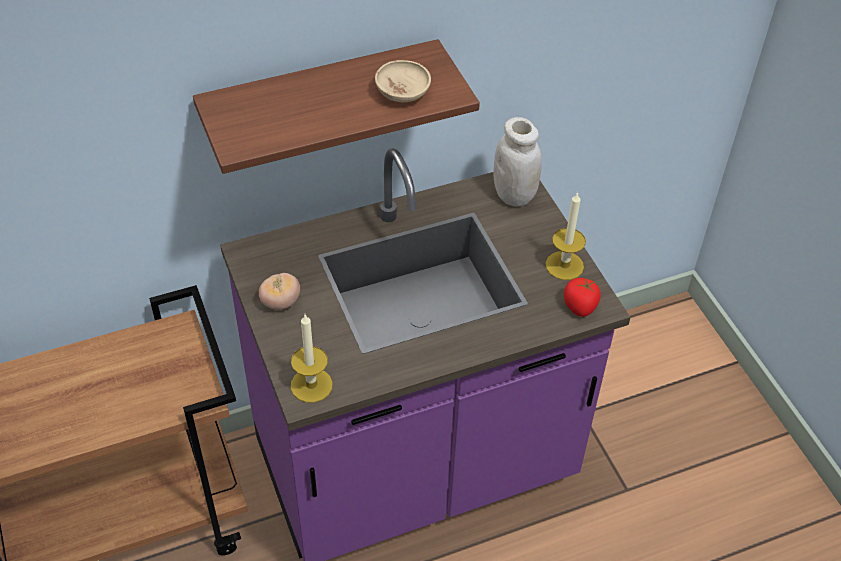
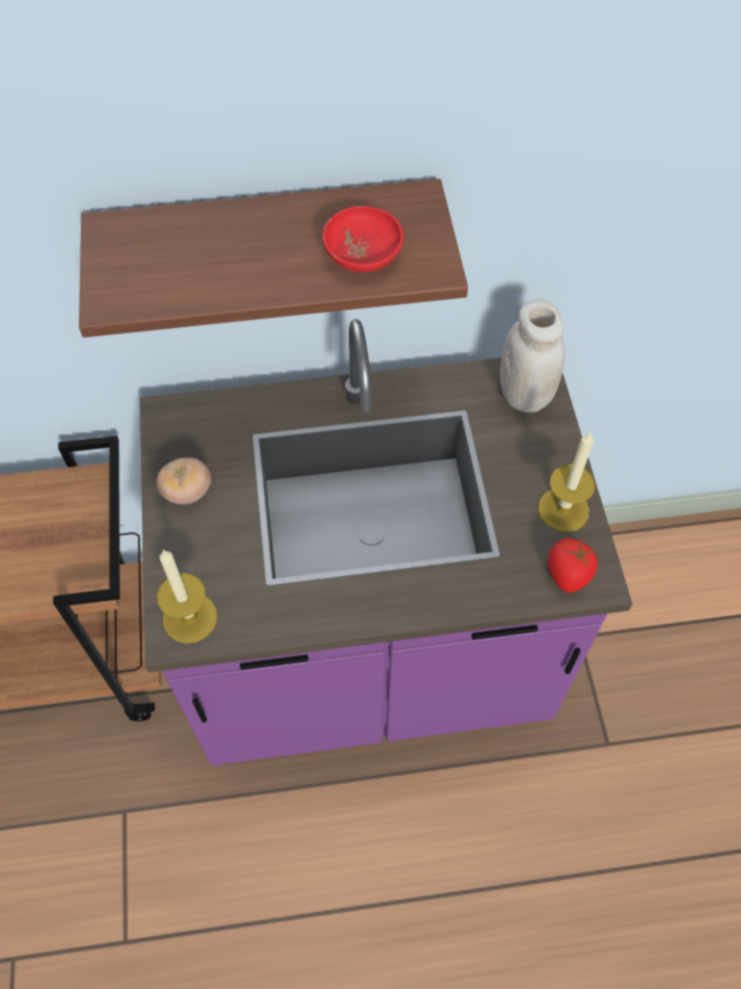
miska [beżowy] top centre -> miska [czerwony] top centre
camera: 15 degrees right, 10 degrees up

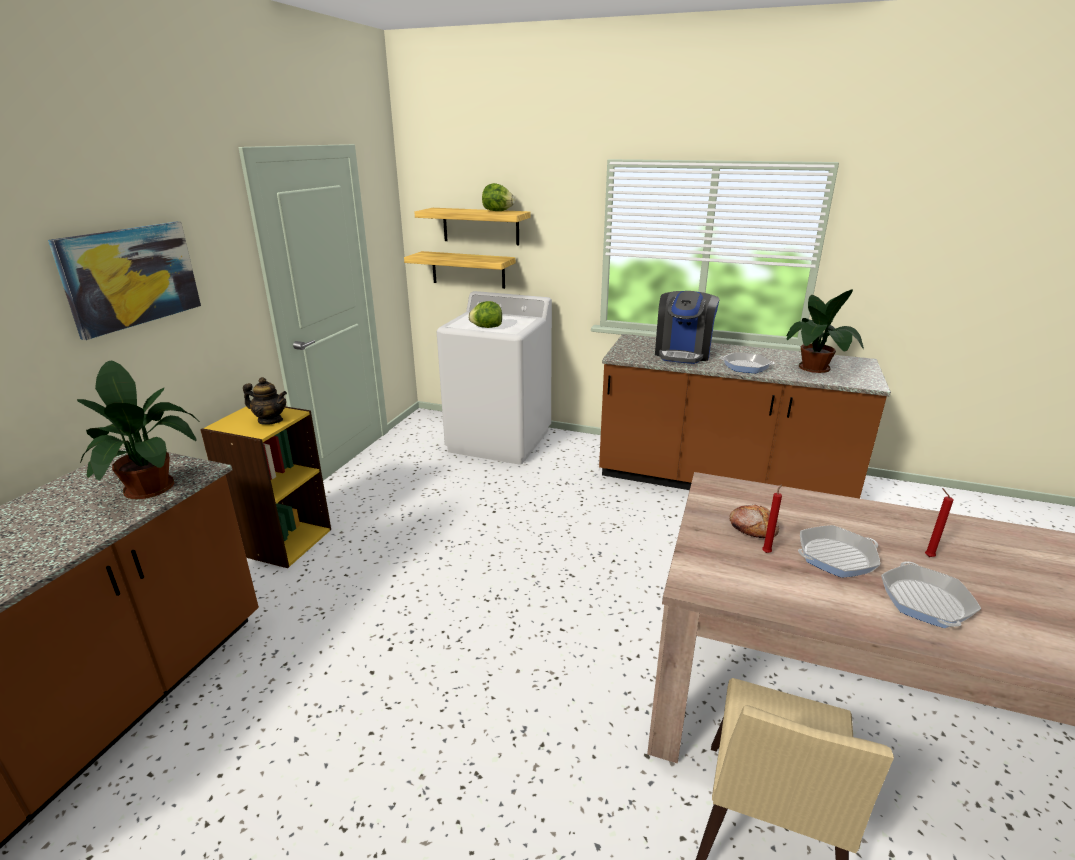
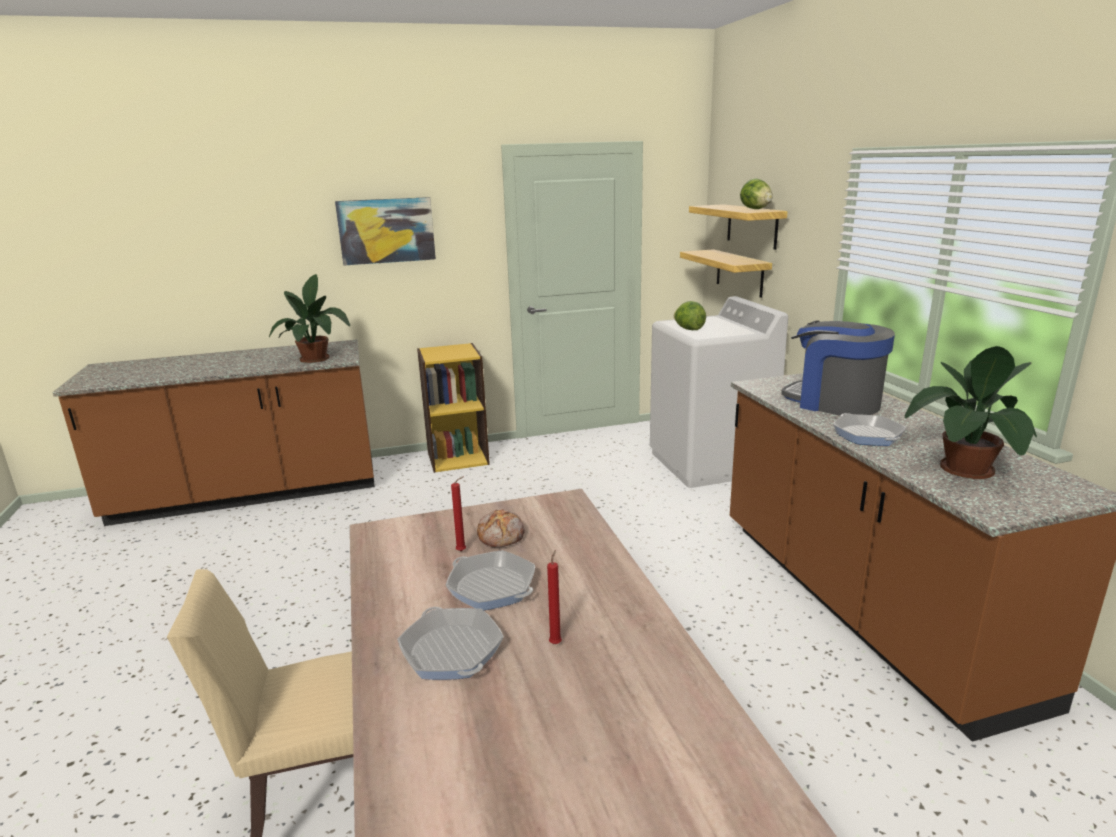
ekspres do kawy centre -> ekspres do kawy middle right, 60 degrees clockwise
imbryk middle left -> none
patelnia (3rd from left in the first image) bottom right -> patelnia (1st from left) bottom centre, 90 degrees clockwise
camera: 55 degrees right, 5 degrees down

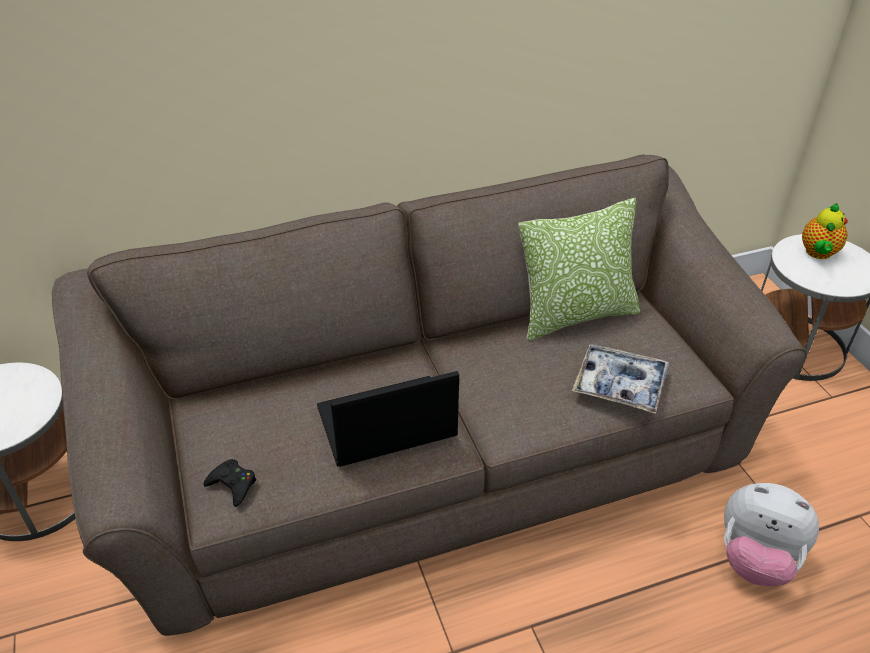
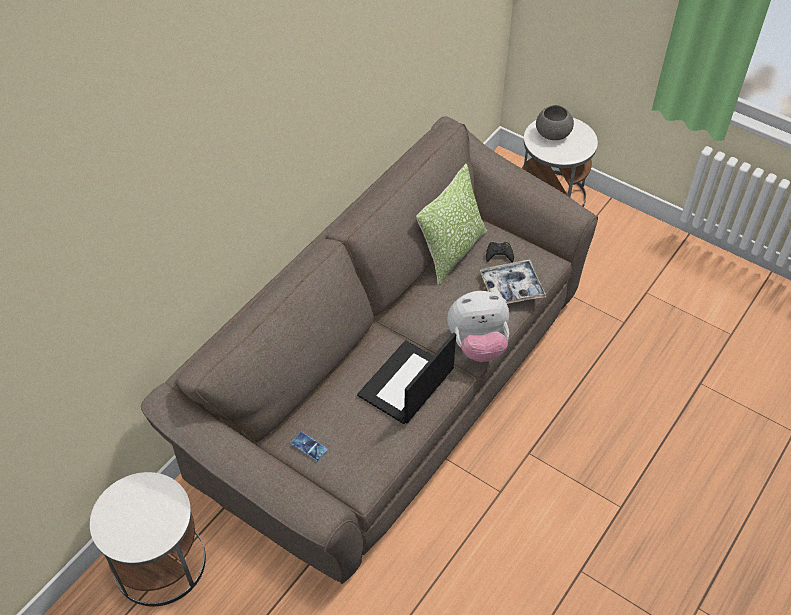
imbryk middle right -> miska [szary] top right
pad do gier [czarny] bottom left -> pad do gier [czarny] centre, moved
pluszak bottom right -> pluszak centre, moved
none -> telefon bottom centre
camera: 35 degrees left, 10 degrees up

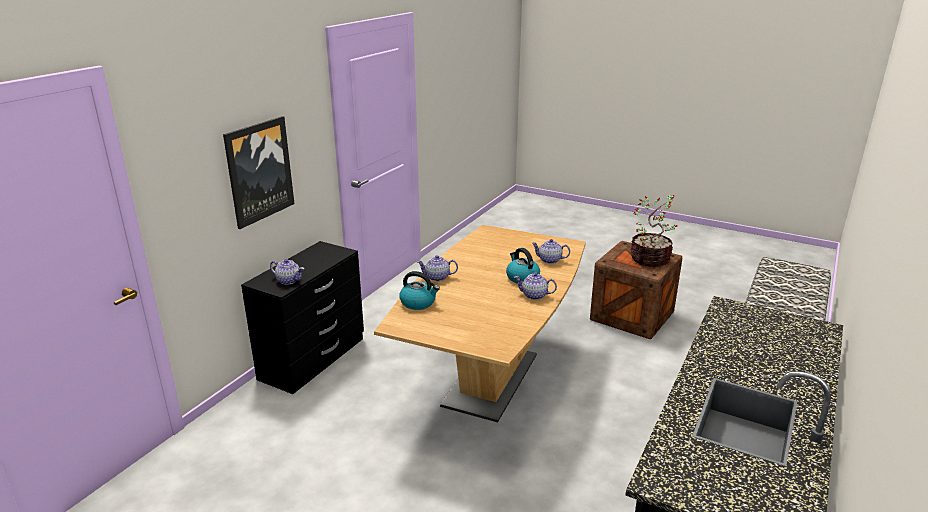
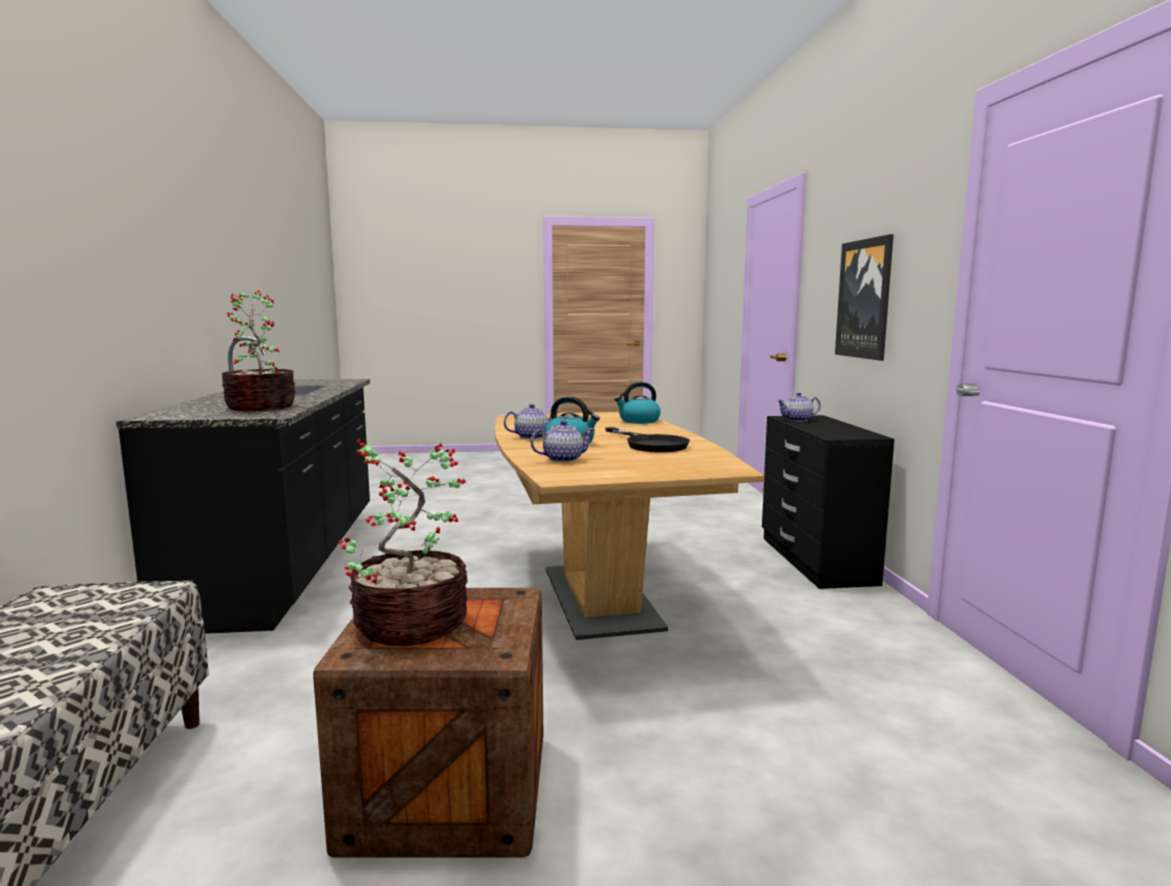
imbryk (2nd from left) centre -> none
none -> roślina doniczkowa (1st from left) middle left
none -> patelnia [czarny] centre
camera: 145 degrees right, 15 degrees down

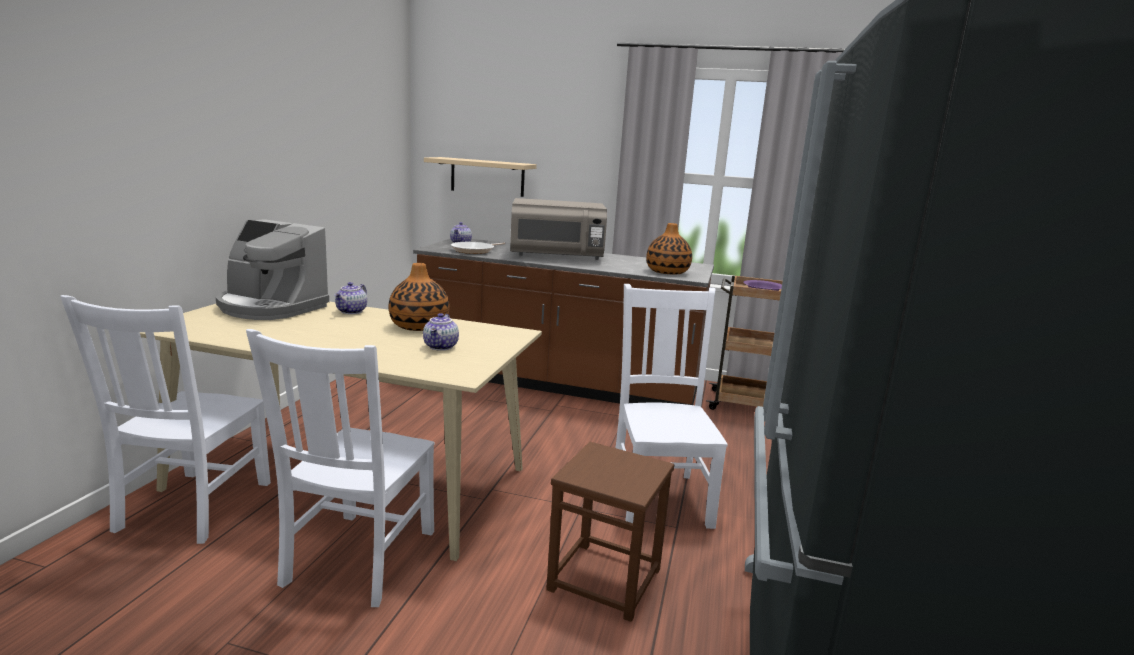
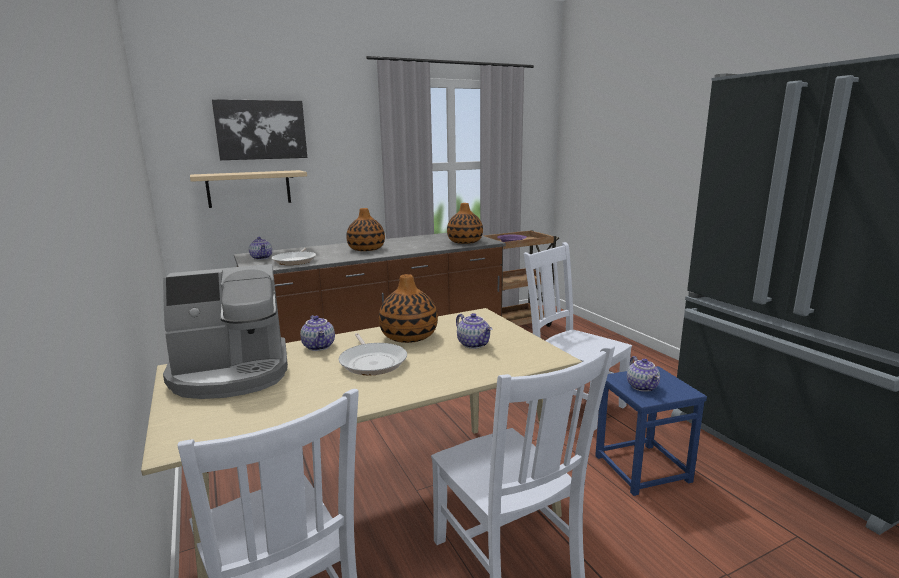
mikrofalówka [szary] centre -> wazon (1st from left) centre
stołek [brązowy] bottom centre -> stołek [niebieski] bottom right
none -> obraz top left
none -> patelnia (2nd from left) centre
none -> imbryk (4th from left) middle right
camera: 40 degrees left, 0 degrees up

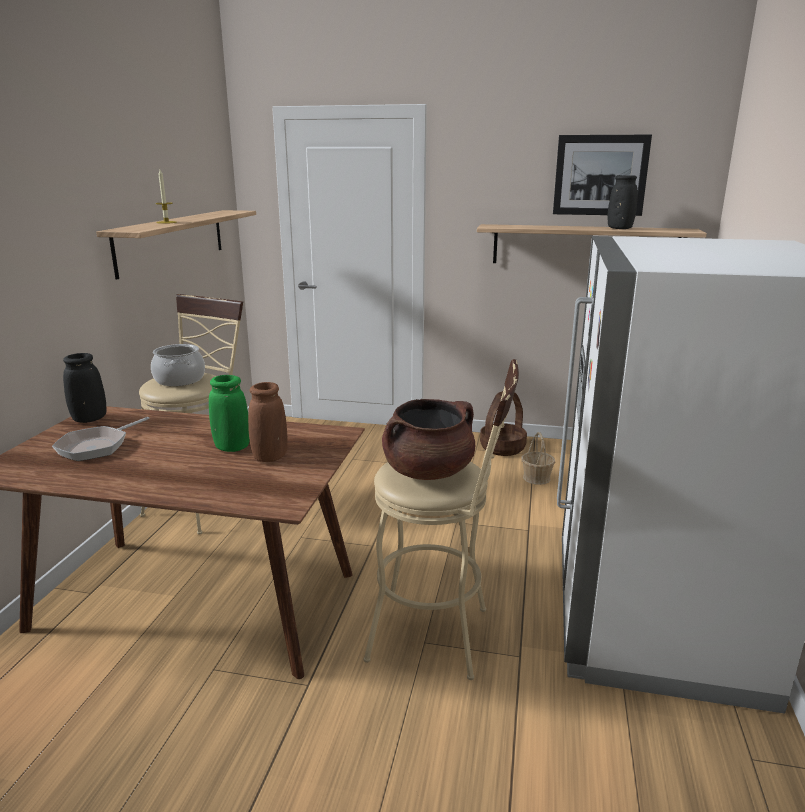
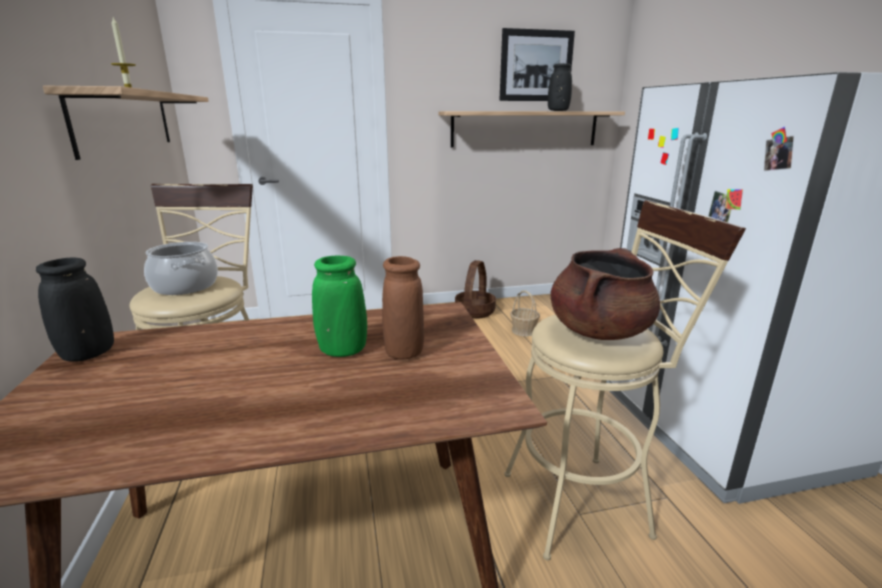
patelnia middle left -> none
camera: 25 degrees left, 0 degrees up

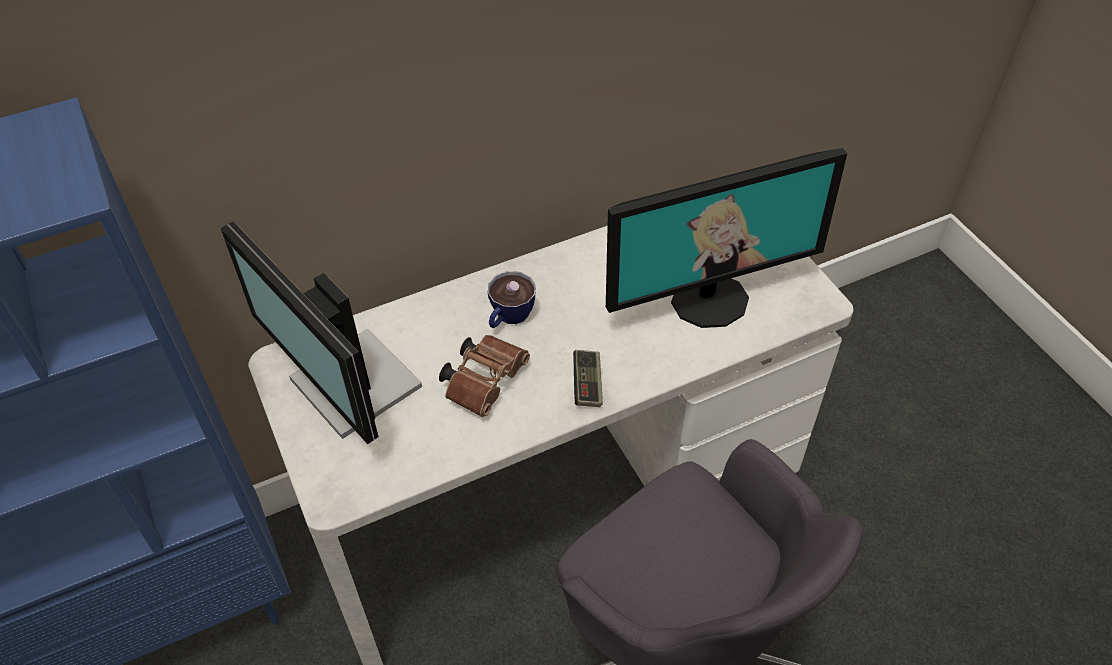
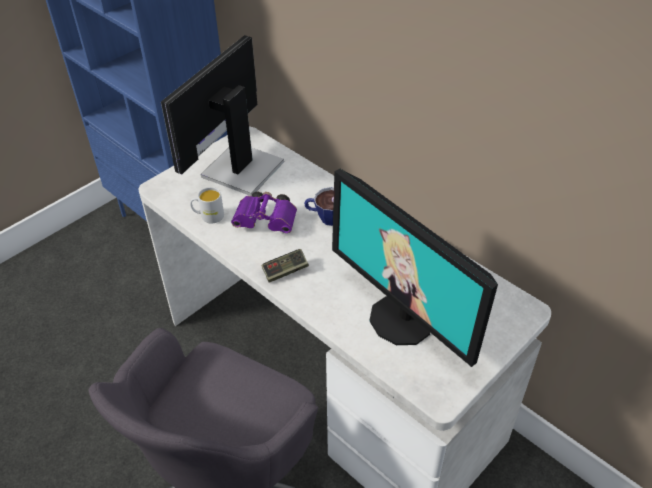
lornetka [brązowy] centre -> lornetka [fioletowy] centre
none -> kubek [biały] middle left
camera: 70 degrees right, 5 degrees down

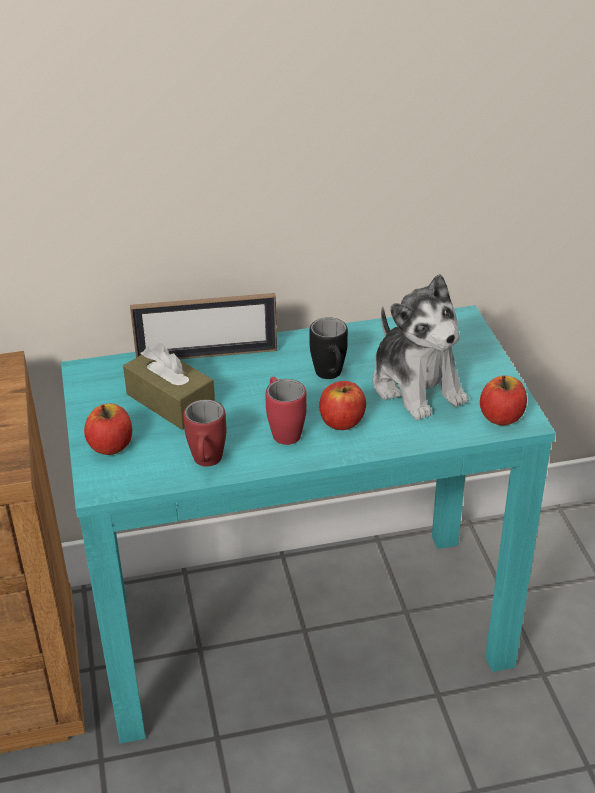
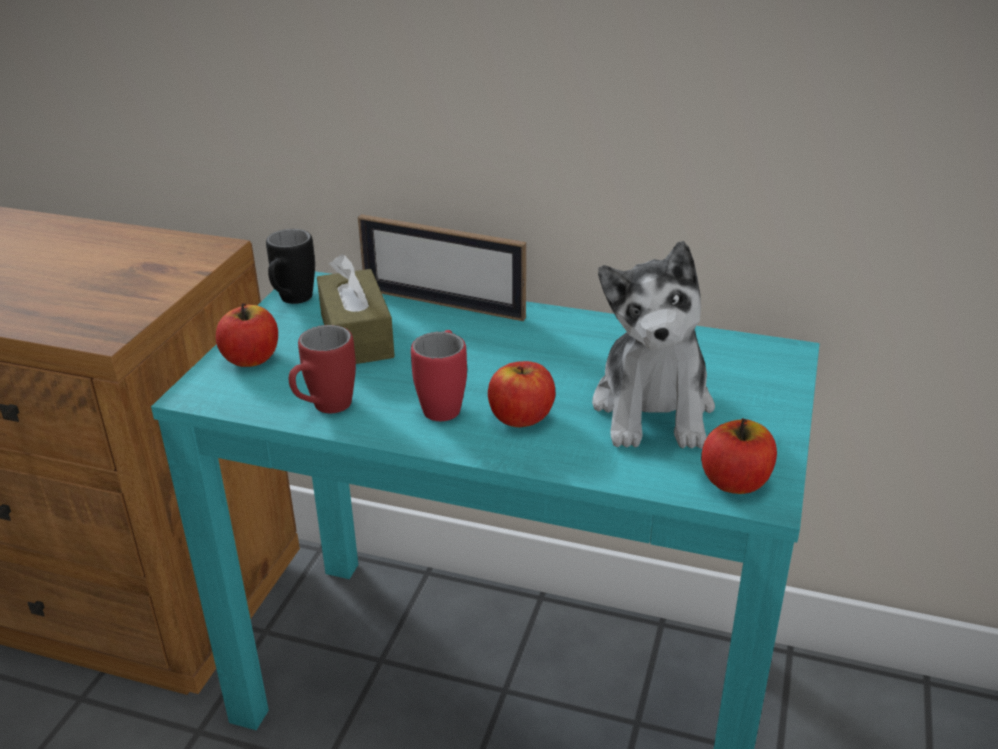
kubek [czarny] centre -> kubek [czarny] middle left, moved
camera: 30 degrees right, 5 degrees down

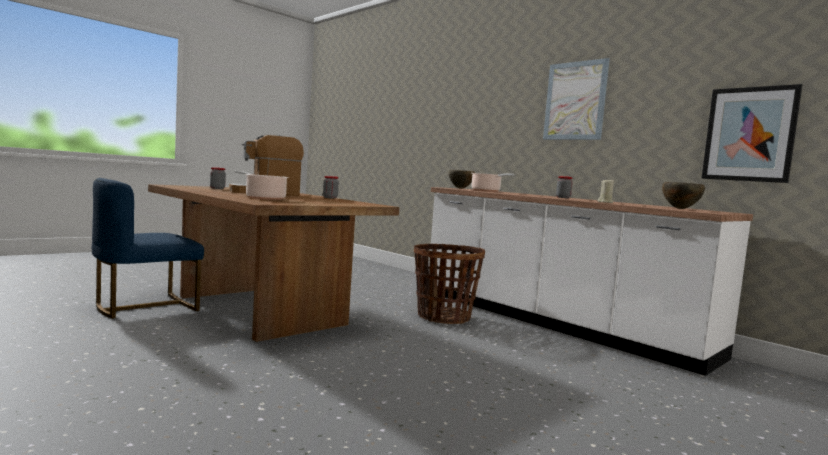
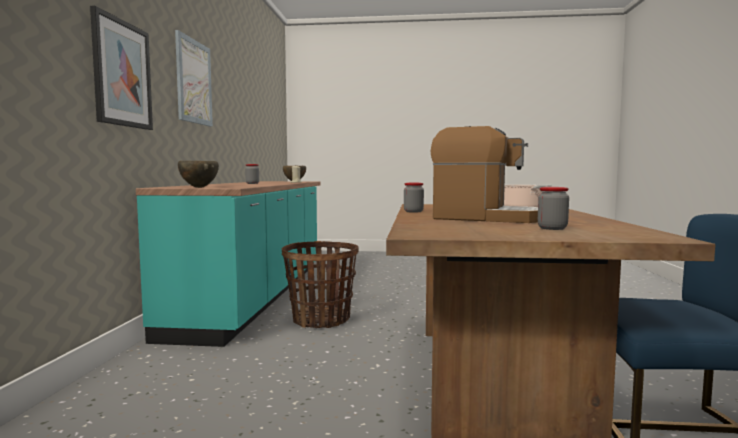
obraz (2nd from left in the first image) top right -> obraz (1st from left) top left, moved
garnek (2nd from left) centre -> none
zabudowa kuchenna [biały] middle right -> zabudowa kuchenna [turkusowy] middle left
camera: 130 degrees left, 0 degrees up

